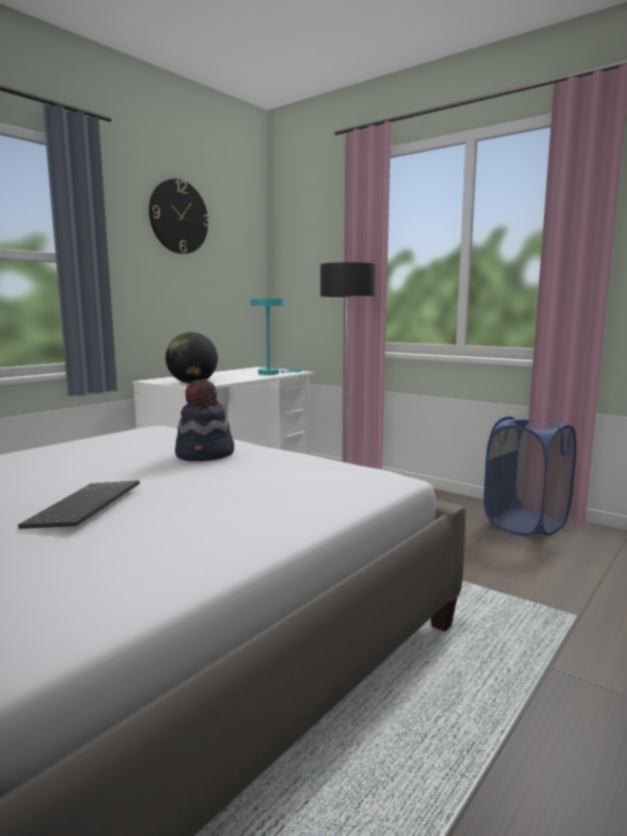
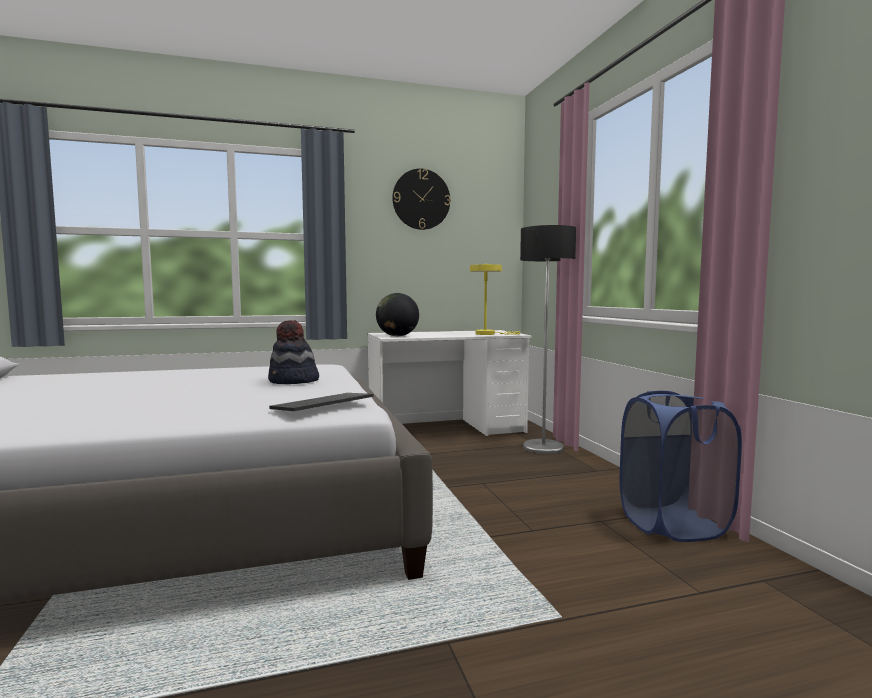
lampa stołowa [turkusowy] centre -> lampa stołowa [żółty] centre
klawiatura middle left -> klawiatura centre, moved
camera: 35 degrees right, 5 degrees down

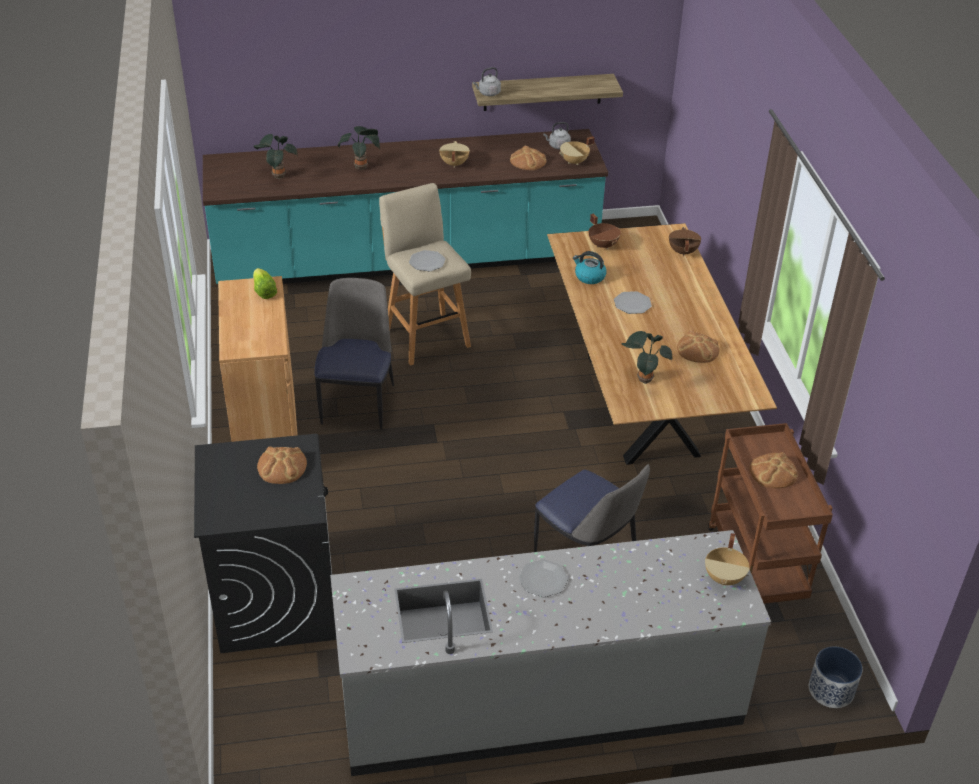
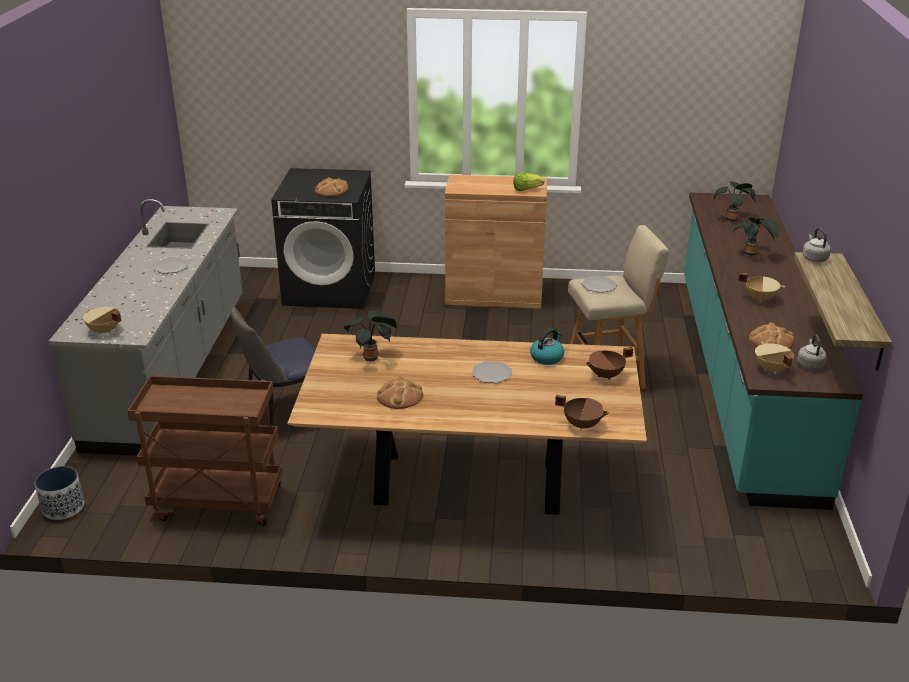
krzesło (1st from left) centre -> none
chleb (4th from left) middle right -> none
camera: 105 degrees right, 10 degrees down

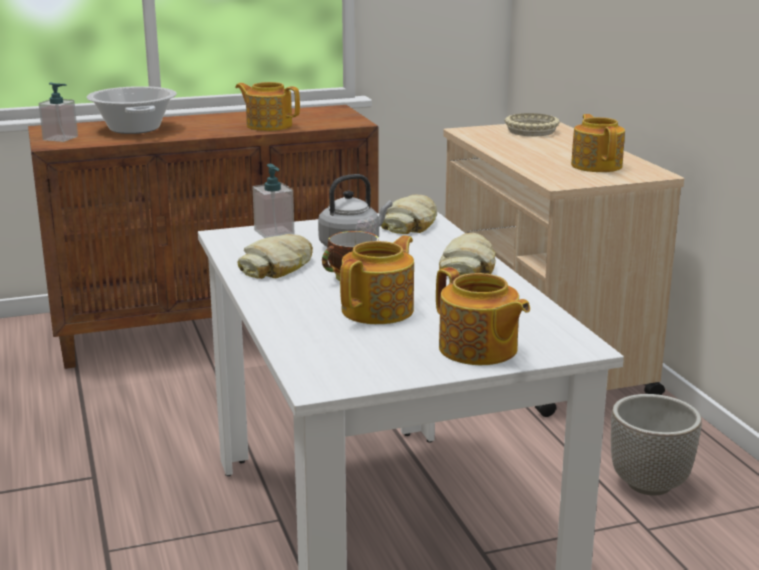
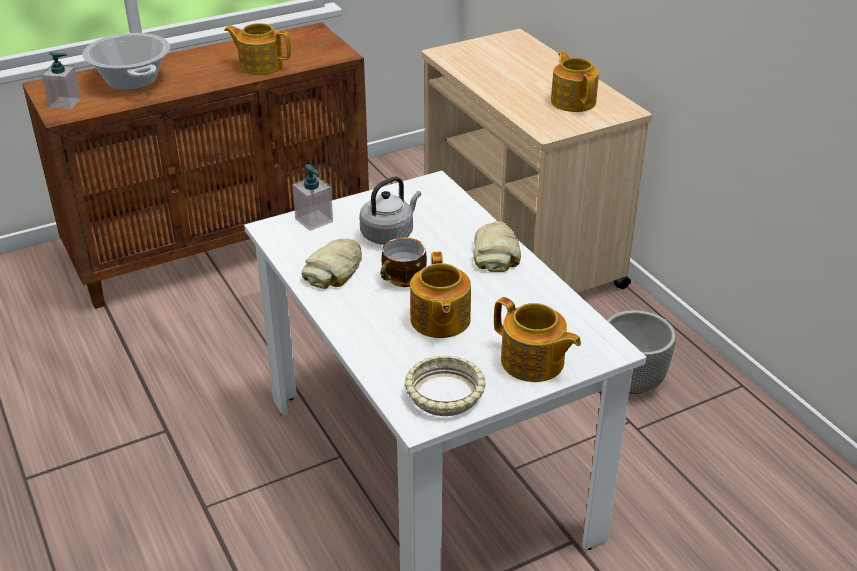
miska [beżowy] top right -> miska [beżowy] bottom centre, moved
chleb (2nd from left) centre -> none
imbryk (2nd from left) centre, 150 degrees clockwise
camera: 10 degrees left, 15 degrees up

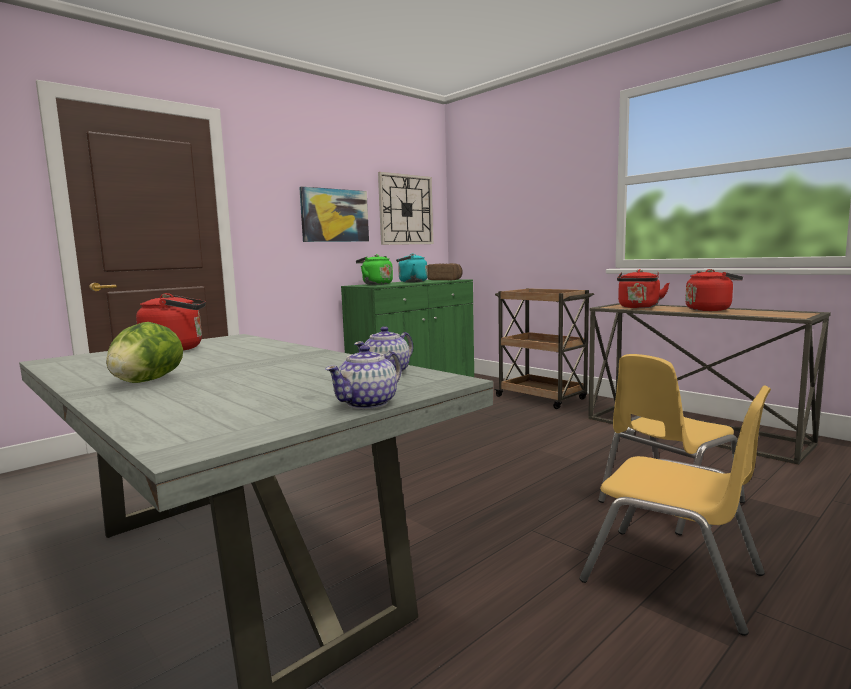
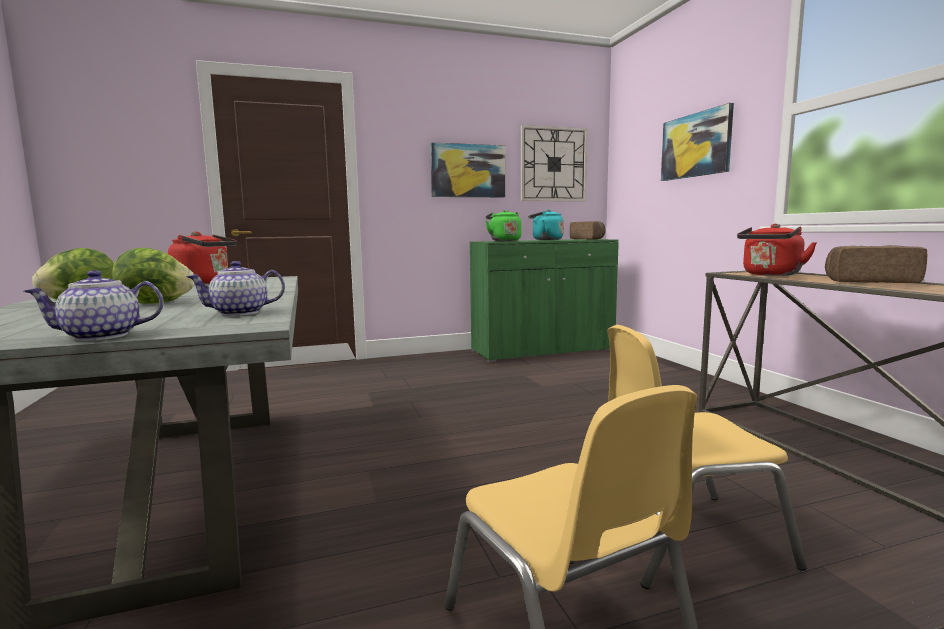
czajnik [czerwony] (3rd from left) middle right -> chleb (2nd from left) middle right
wózek [brązowy] centre -> none
none -> obraz (2nd from left) top right
none -> sałata (2nd from left) middle left
camera: 25 degrees right, 0 degrees up

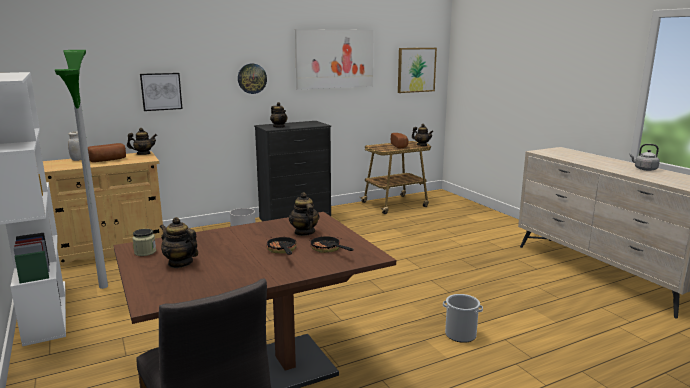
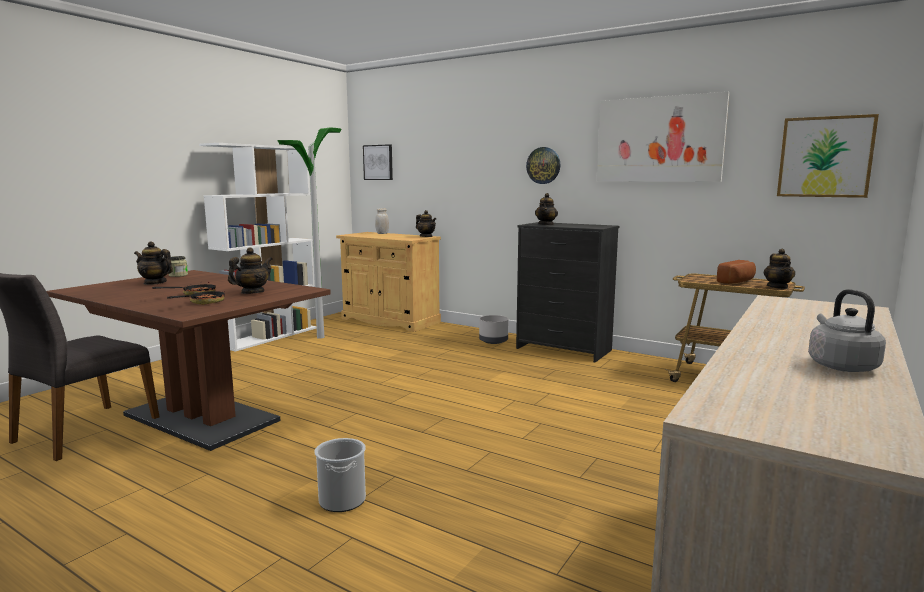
obraz (1st from left) top left -> obraz (1st from left) top centre, moved
chleb (1st from left) middle left -> none
imbryk (2nd from left in the first image) middle left -> imbryk (1st from left) middle left, 75 degrees counterclockwise
camera: 60 degrees right, 5 degrees down

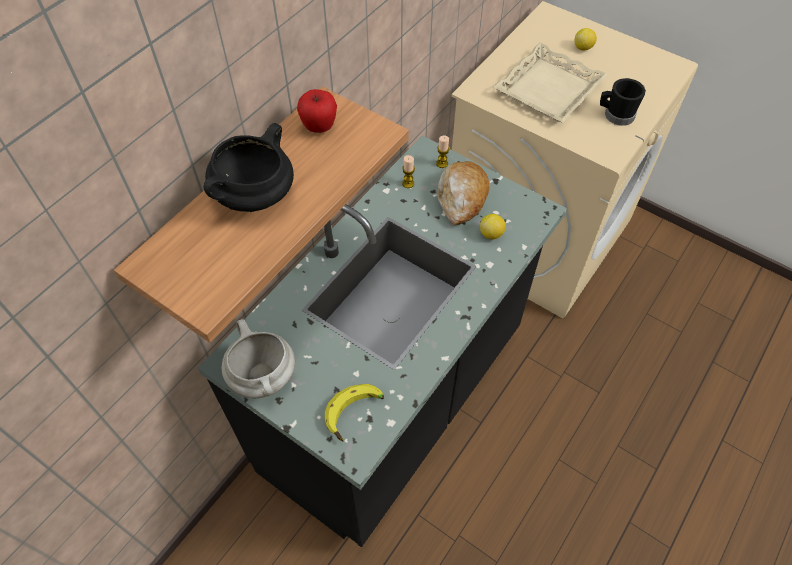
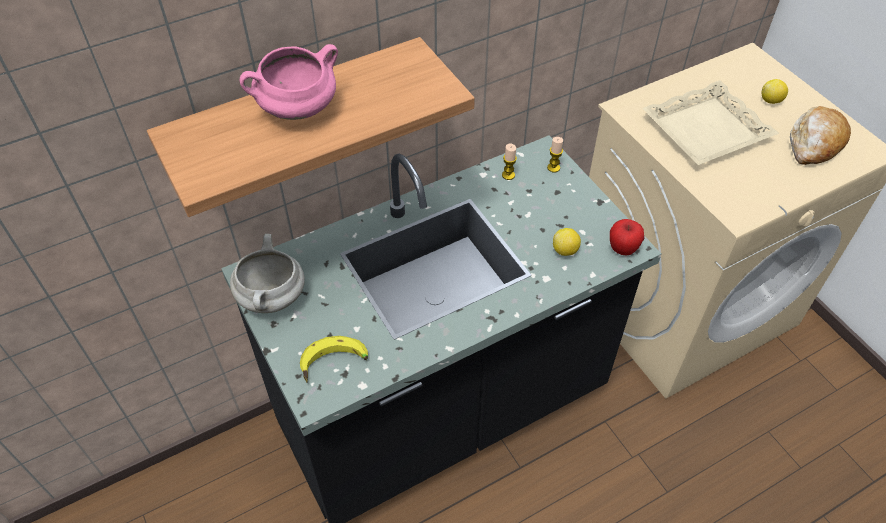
kubek [czarny] top right -> none
jabłko top centre -> jabłko middle right, moved
garnek [czarny] top left -> garnek [różowy] top left
chleb centre -> chleb top right, moved
camera: 25 degrees right, 5 degrees down

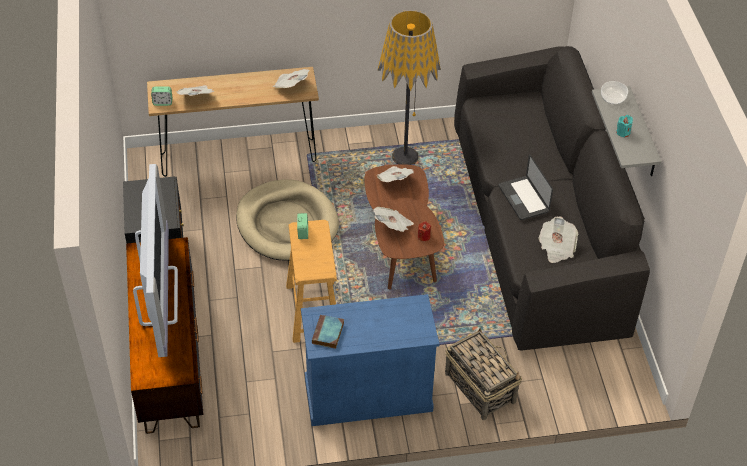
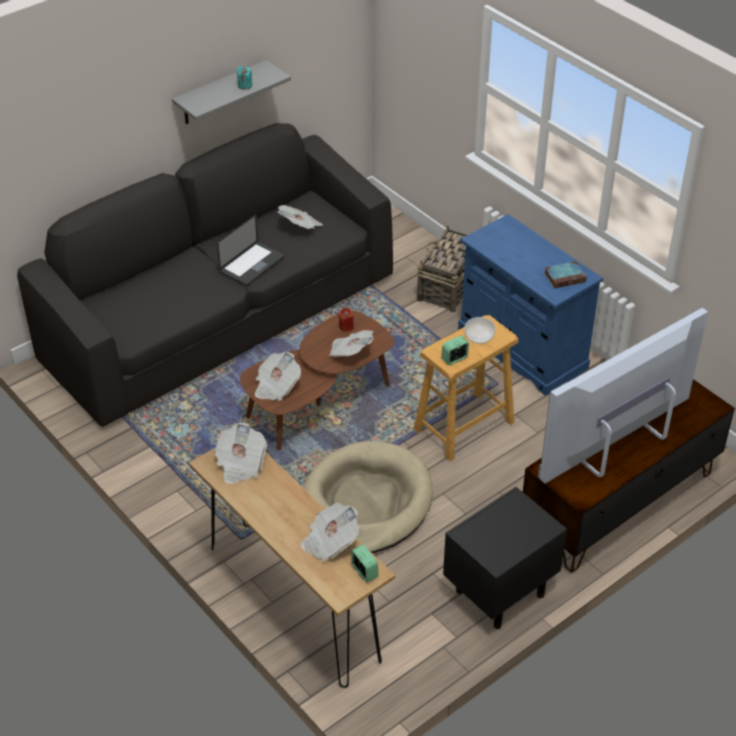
lampa stojąca top centre -> none
miska top right -> miska centre, moved
camera: 120 degrees left, 5 degrees down

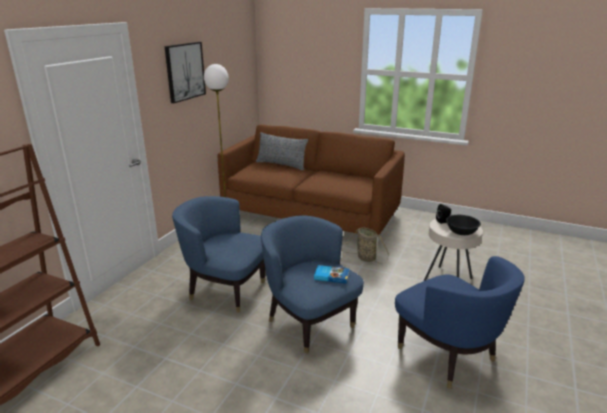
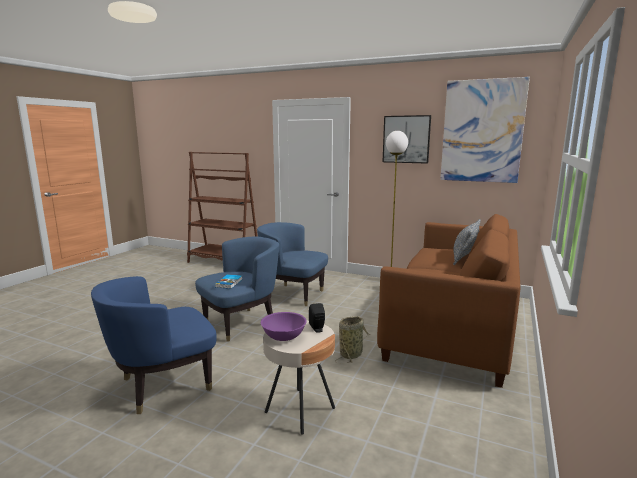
fotel [niebieski] (1st from left in the first image) centre -> fotel [niebieski] (3rd from left) centre, 90 degrees counterclockwise
miska [czarny] middle right -> miska [fioletowy] bottom centre
none -> obraz (2nd from left) top right
camera: 90 degrees right, 10 degrees down

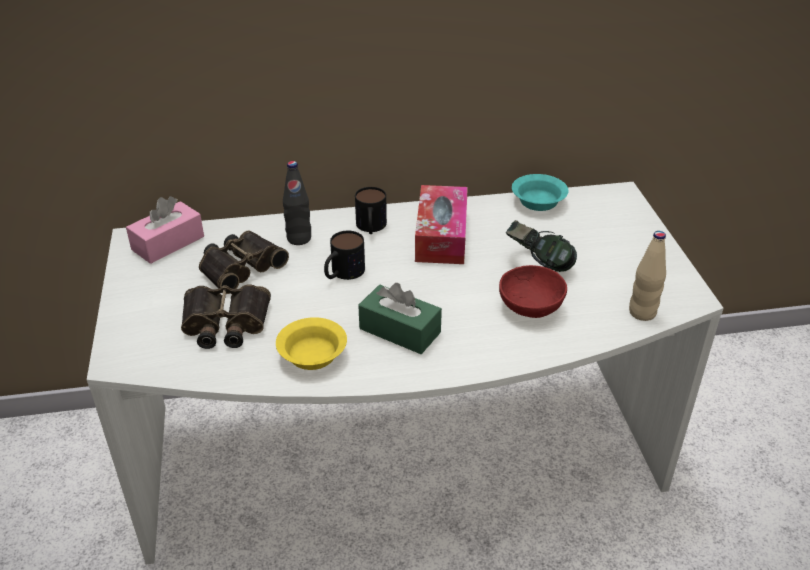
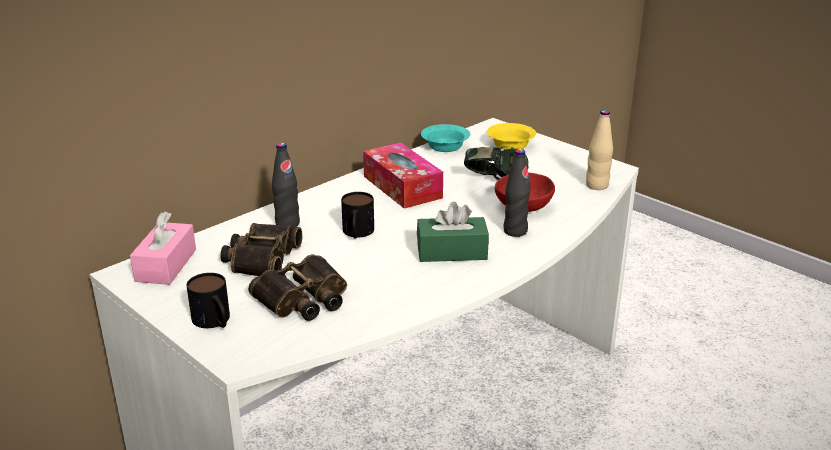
kubek (2nd from left in the first image) centre -> kubek (1st from left) bottom left, moved
miska [żółty] centre -> miska [żółty] top centre, moved
none -> butelka [czarny] (2nd from left) centre
camera: 35 degrees left, 10 degrees down

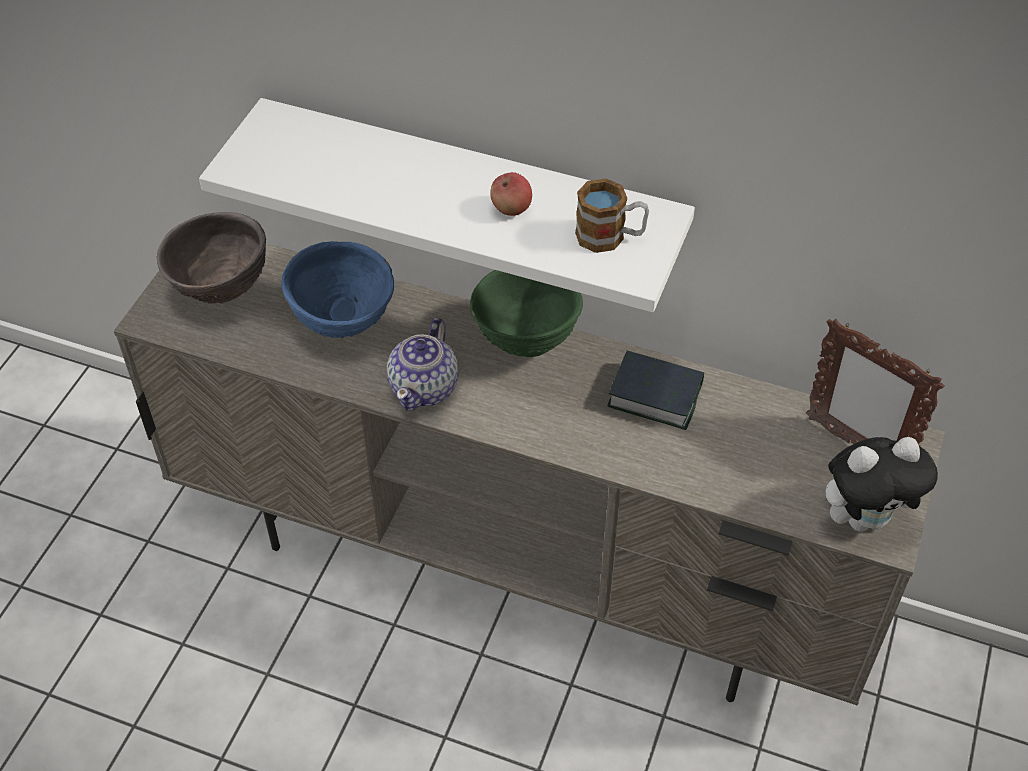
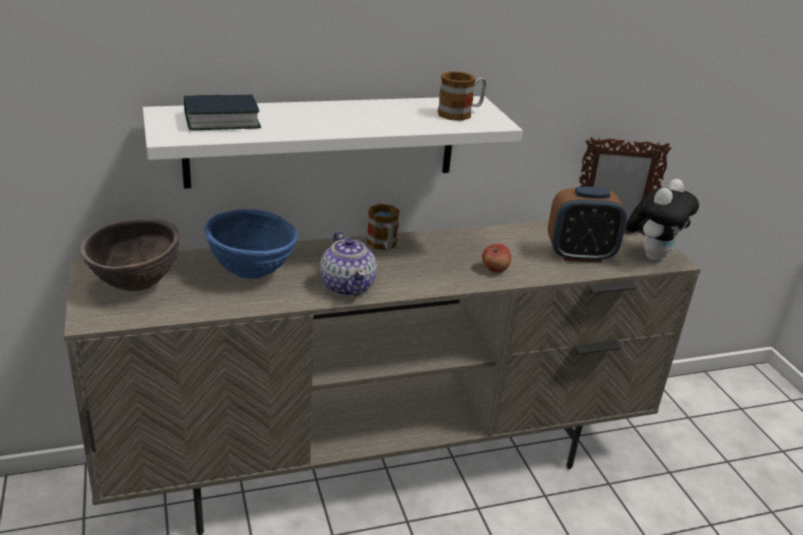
jabłko top centre -> jabłko centre, moved
miska [zielony] centre -> kubek (1st from left) centre
książka centre -> książka top left, moved
none -> budzik middle right
camera: 40 degrees left, 20 degrees down

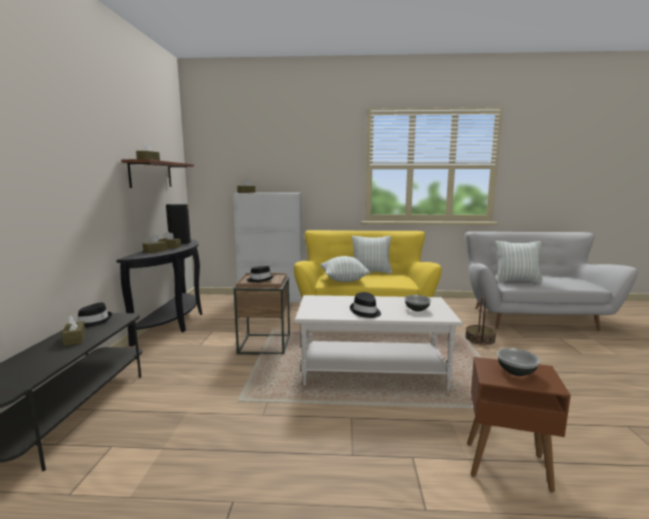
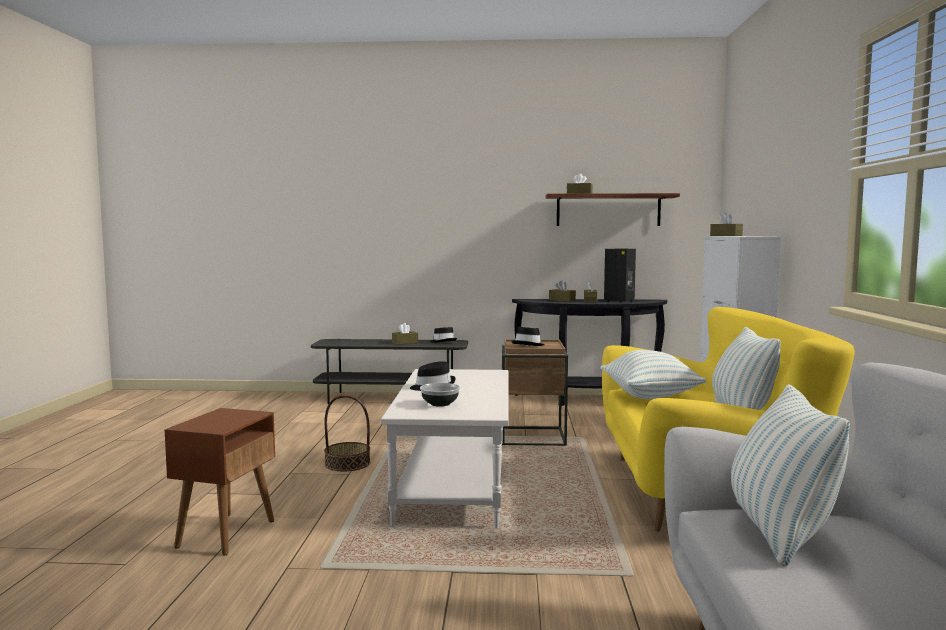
koszyk middle right -> koszyk bottom centre, moved
miska (2nd from left) bottom right -> none
camera: 90 degrees right, 5 degrees down

